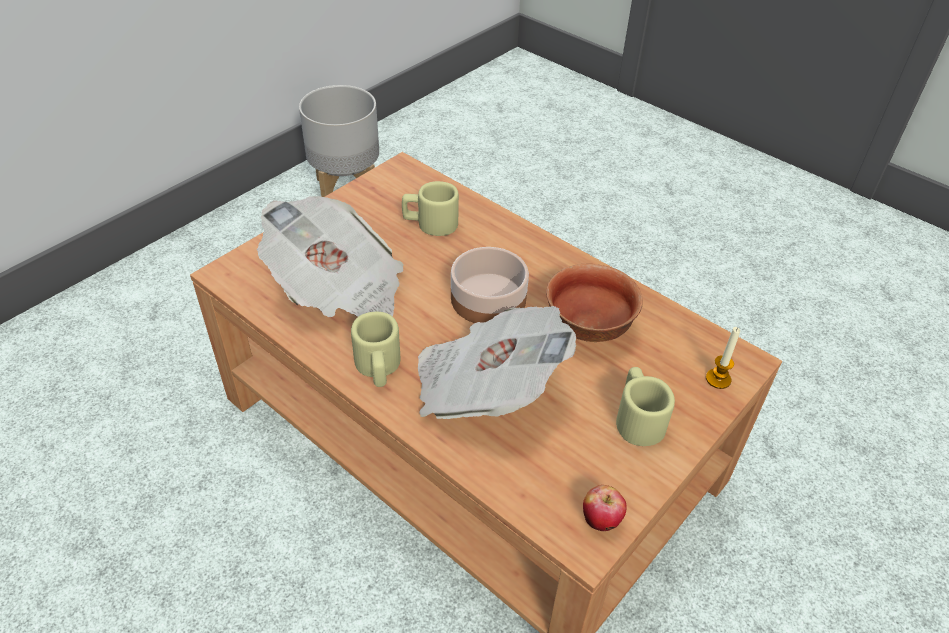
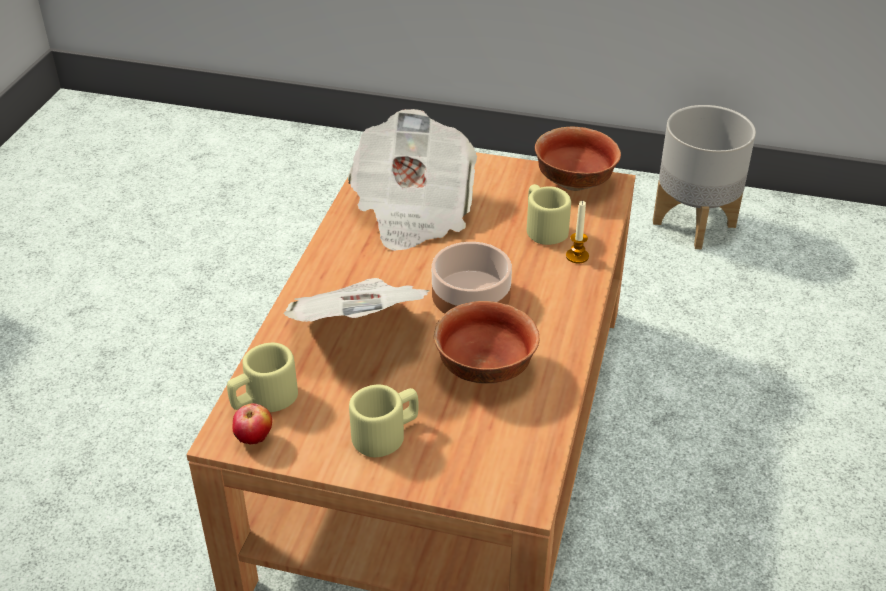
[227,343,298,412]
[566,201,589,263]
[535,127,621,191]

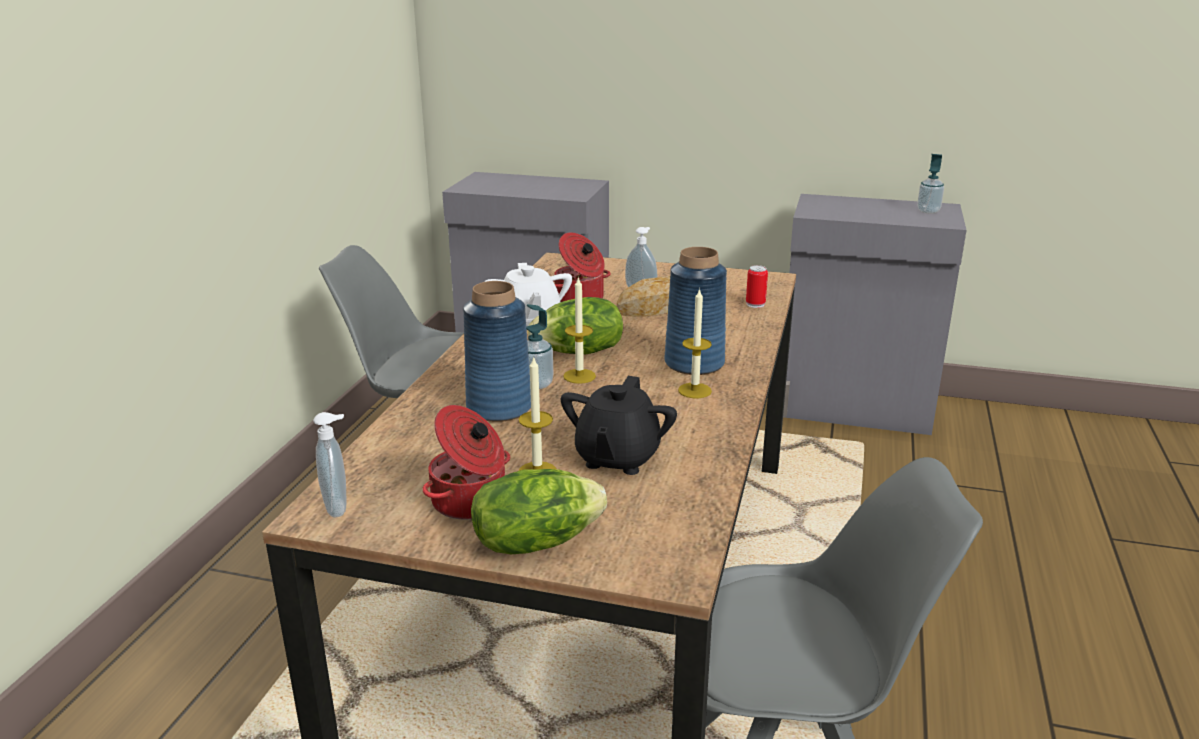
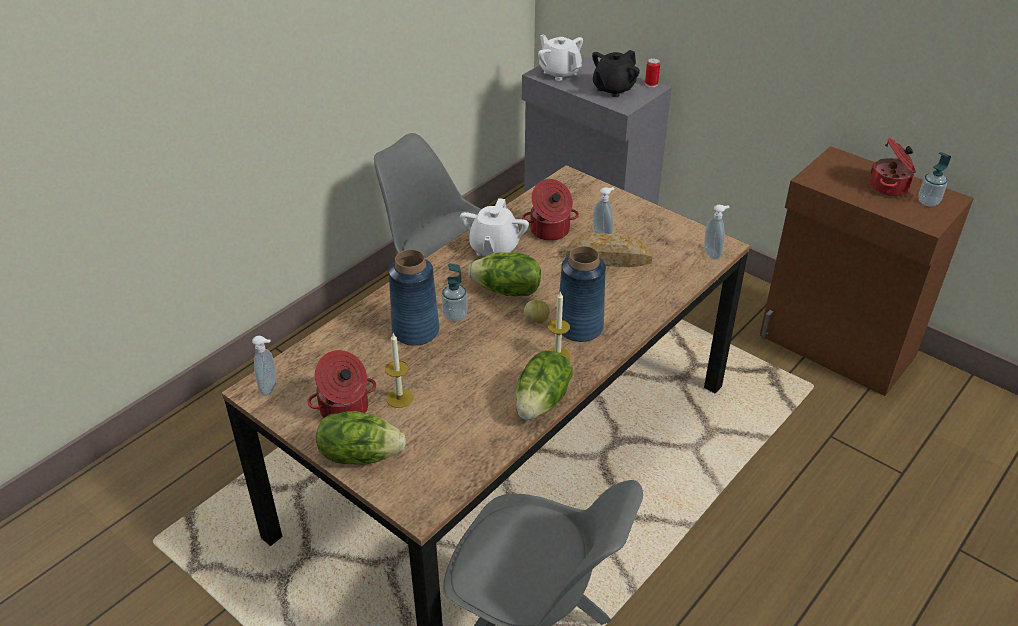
[592,50,640,97]
[563,276,596,384] (first image)
[645,58,660,87]
[760,146,974,396]
[516,351,573,420]
[524,300,549,324]
[538,35,583,81]
[704,205,730,259]
[869,138,916,197]

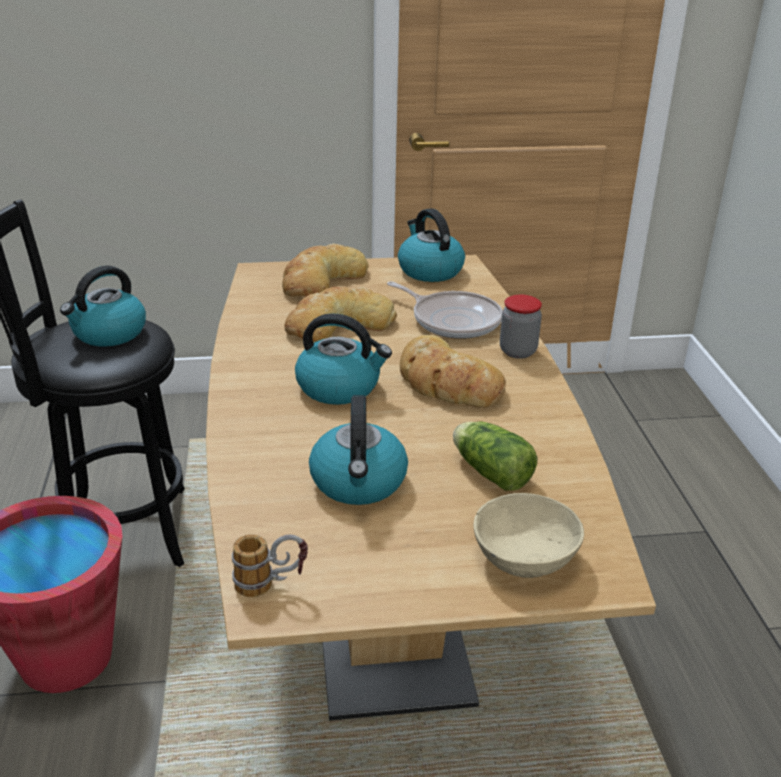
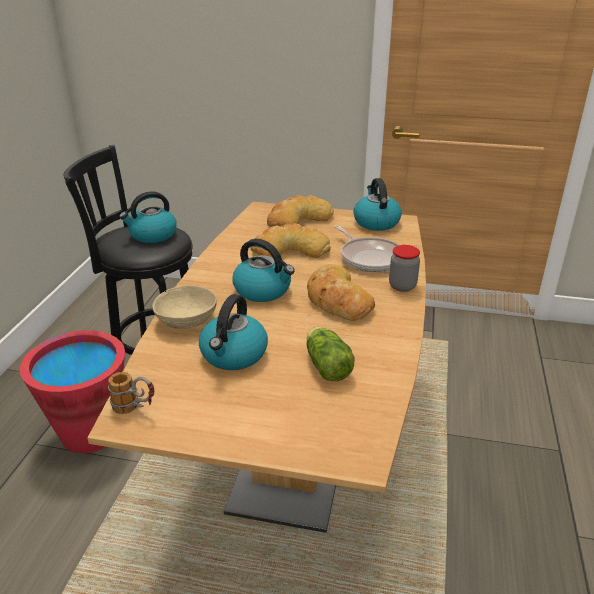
[152,286,217,329]

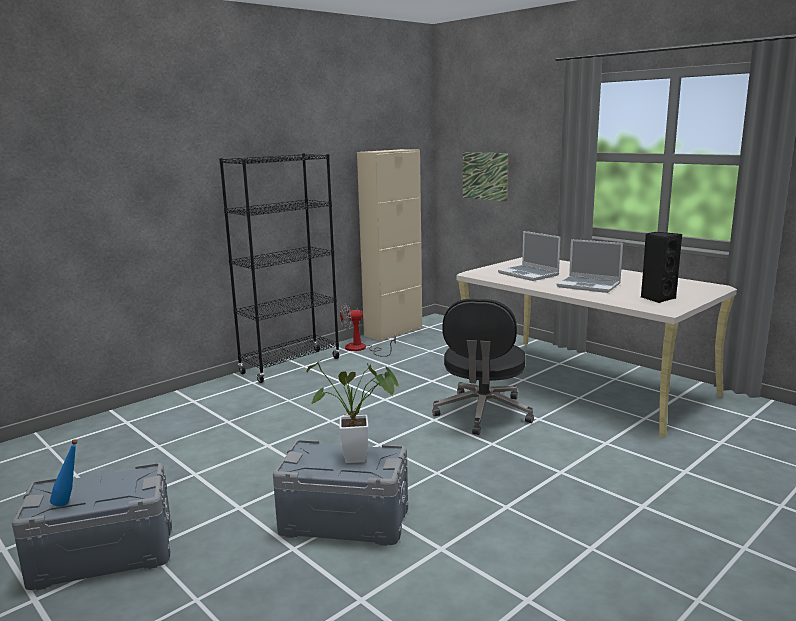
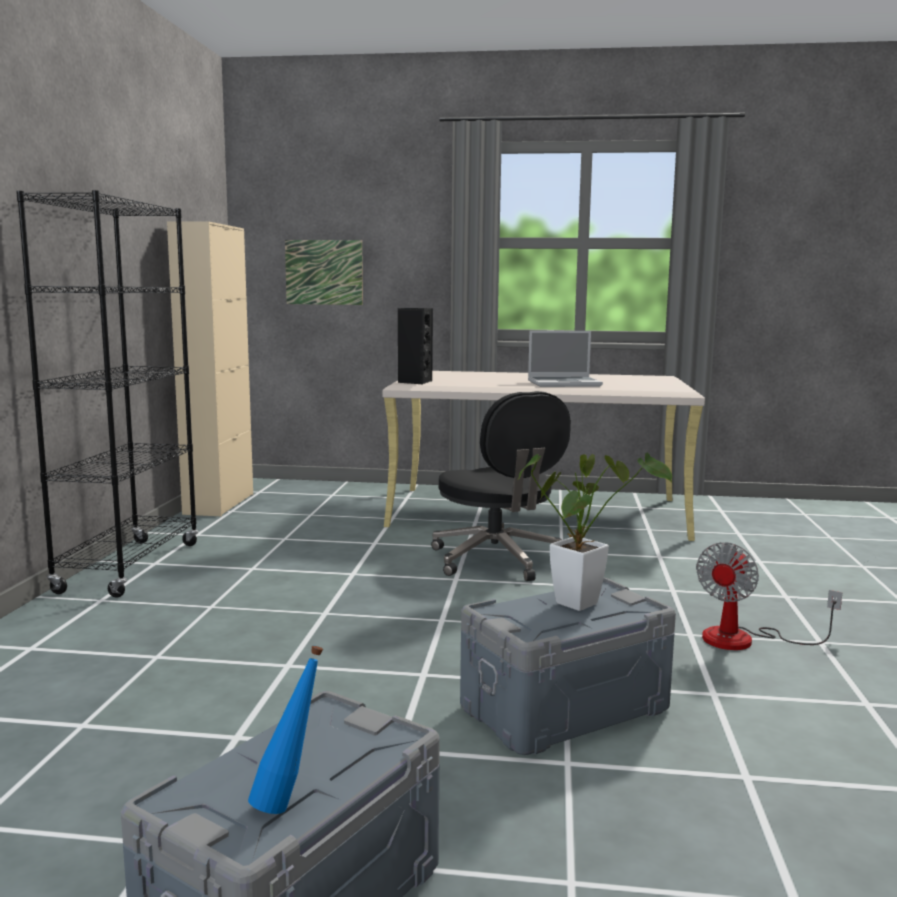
[696,542,842,650]
[498,231,561,281] (first image)
[398,308,433,384]

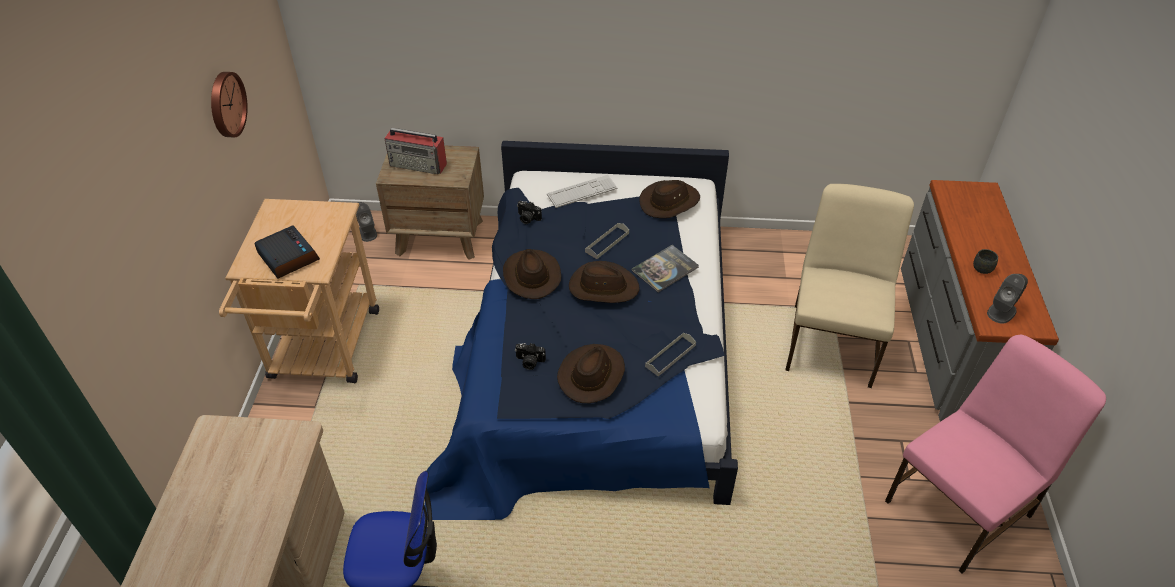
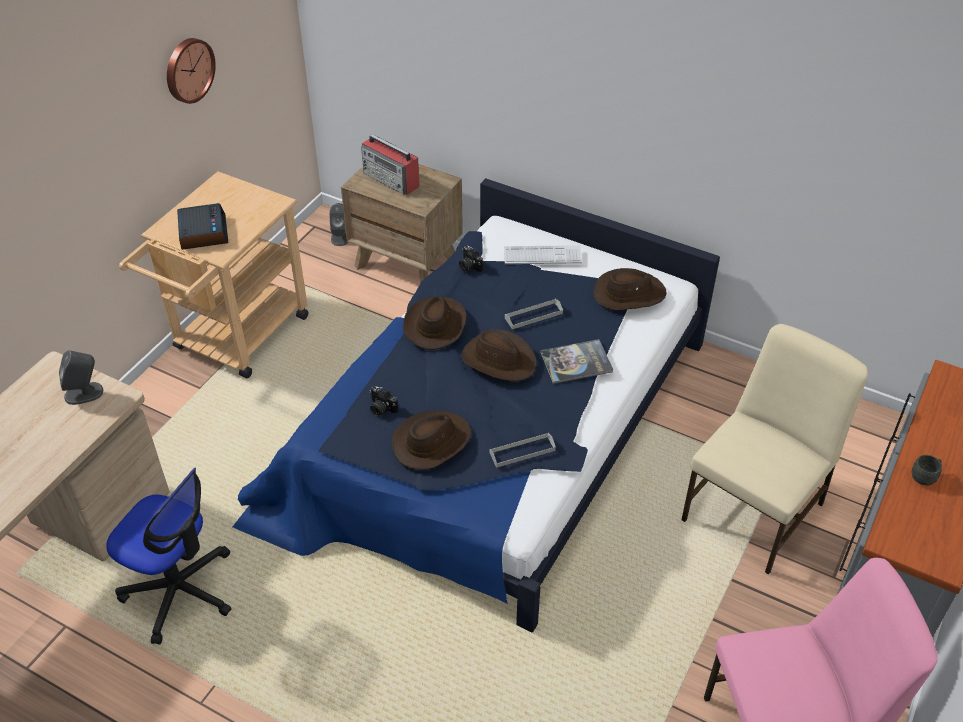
[59,350,103,405]

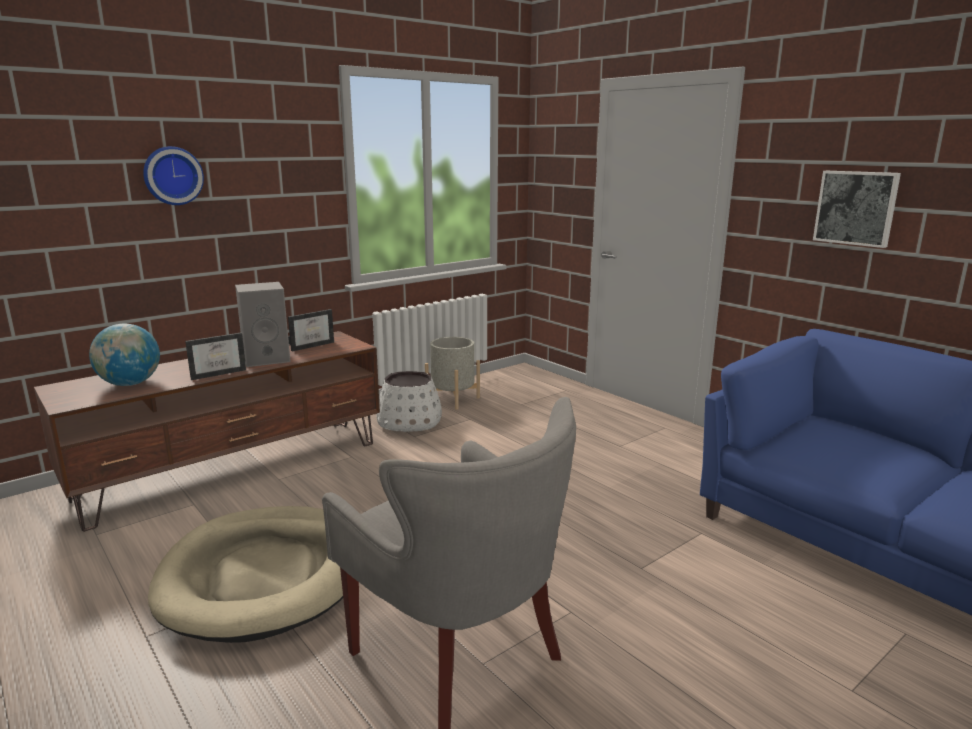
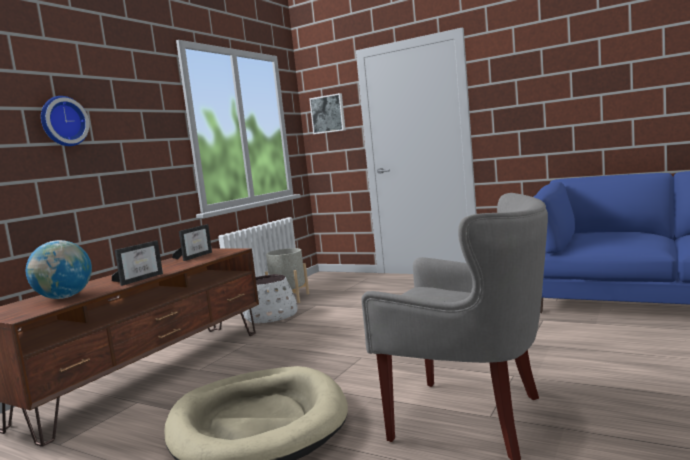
[235,282,291,367] (first image)
[309,93,346,134]

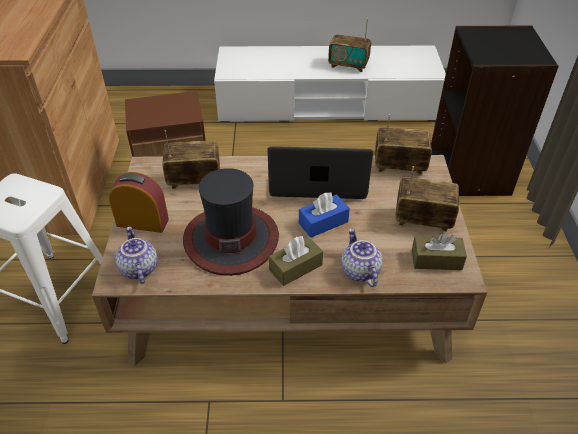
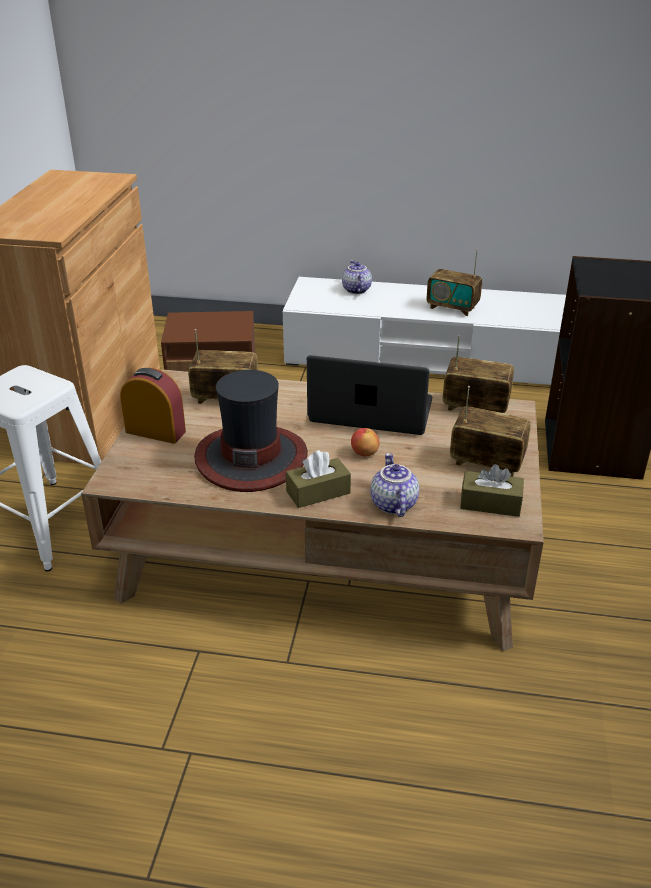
[342,260,372,294]
[351,428,380,456]

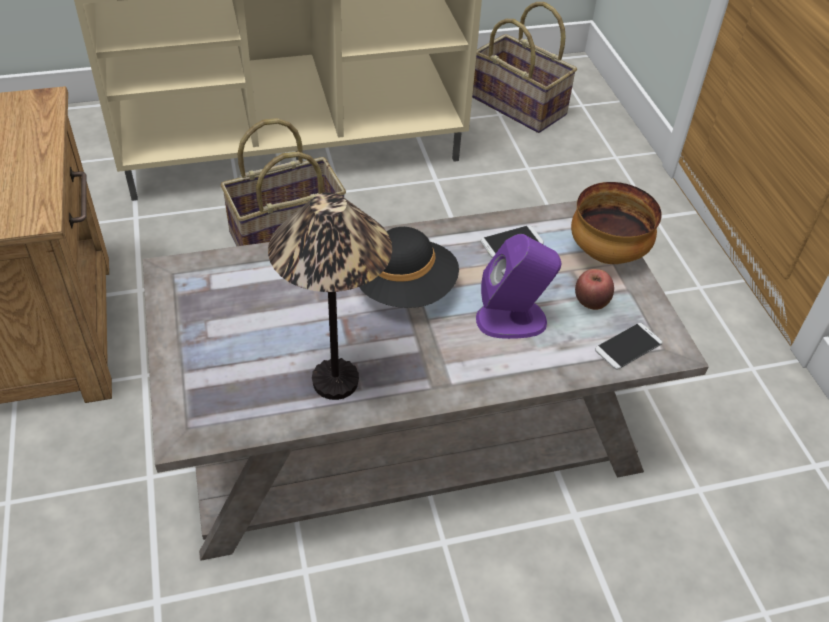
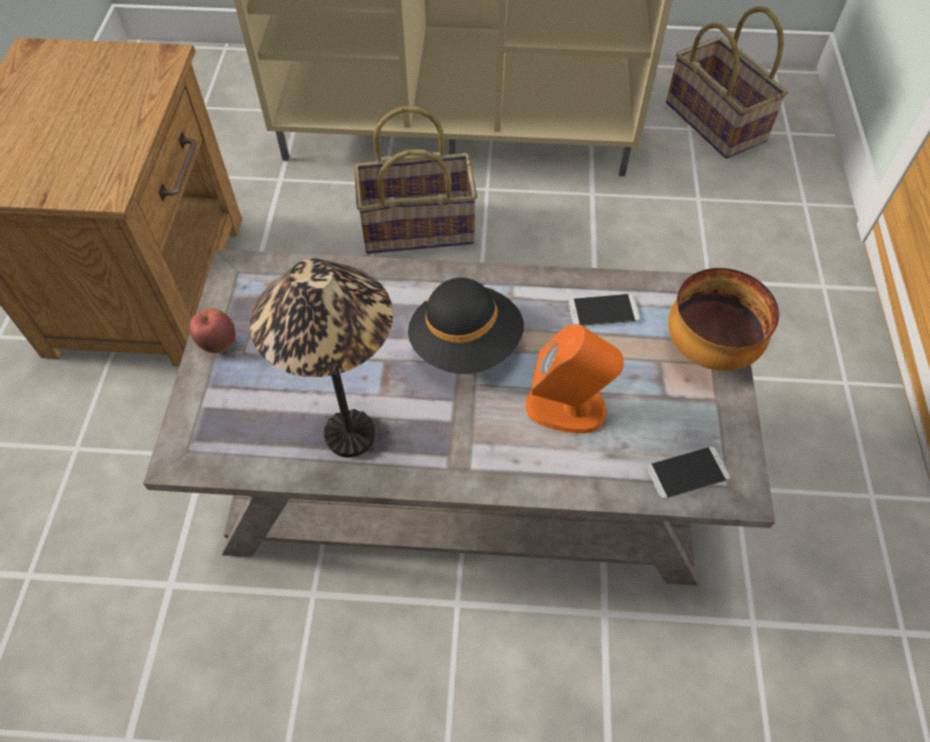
[526,324,624,433]
[190,308,236,353]

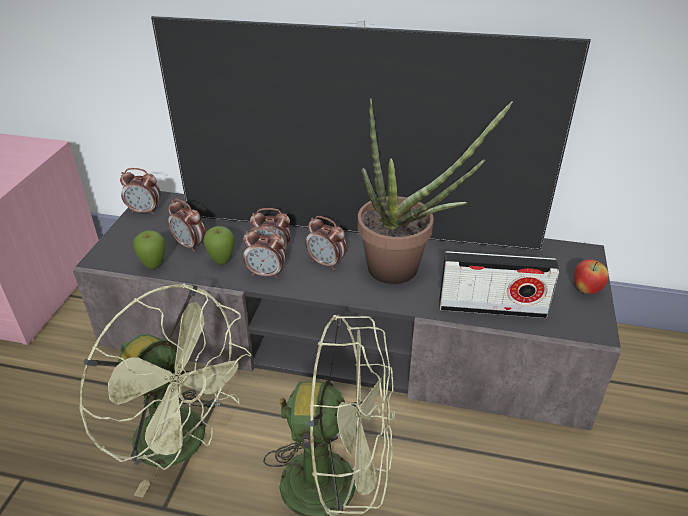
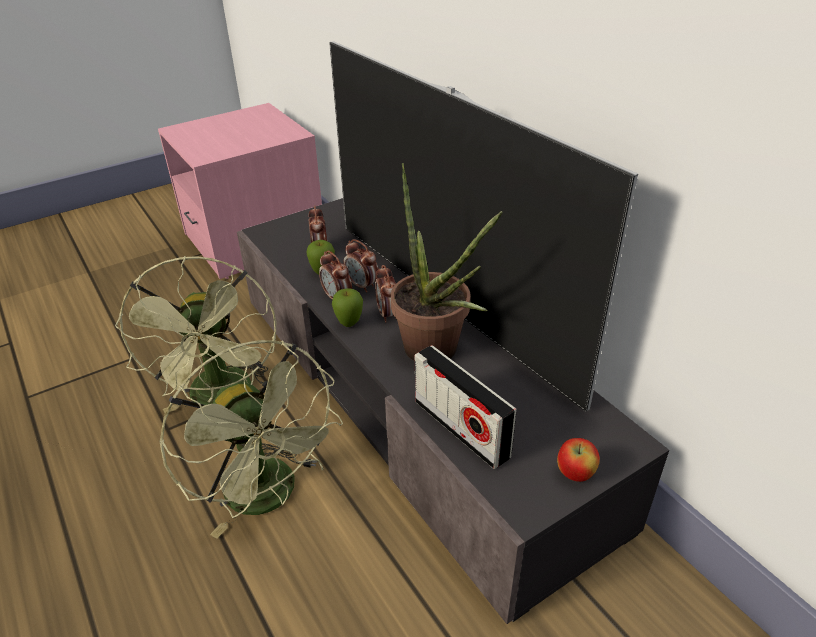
[120,168,160,215] (first image)
[332,288,363,327]

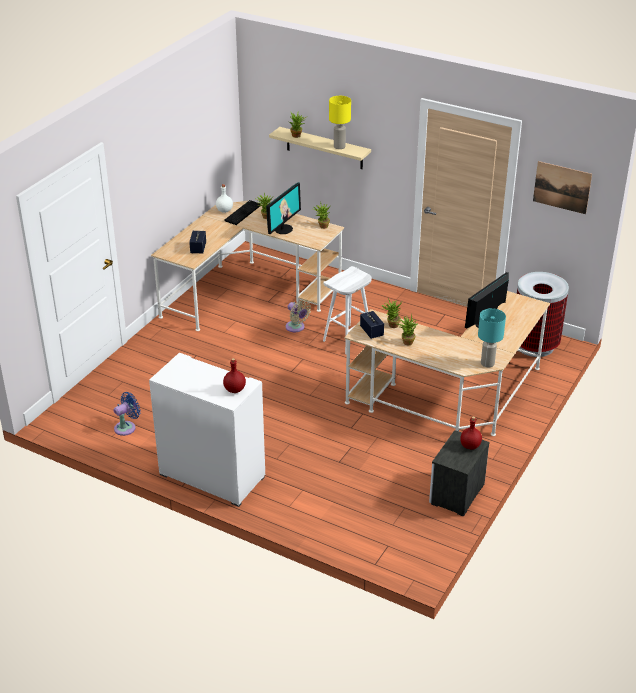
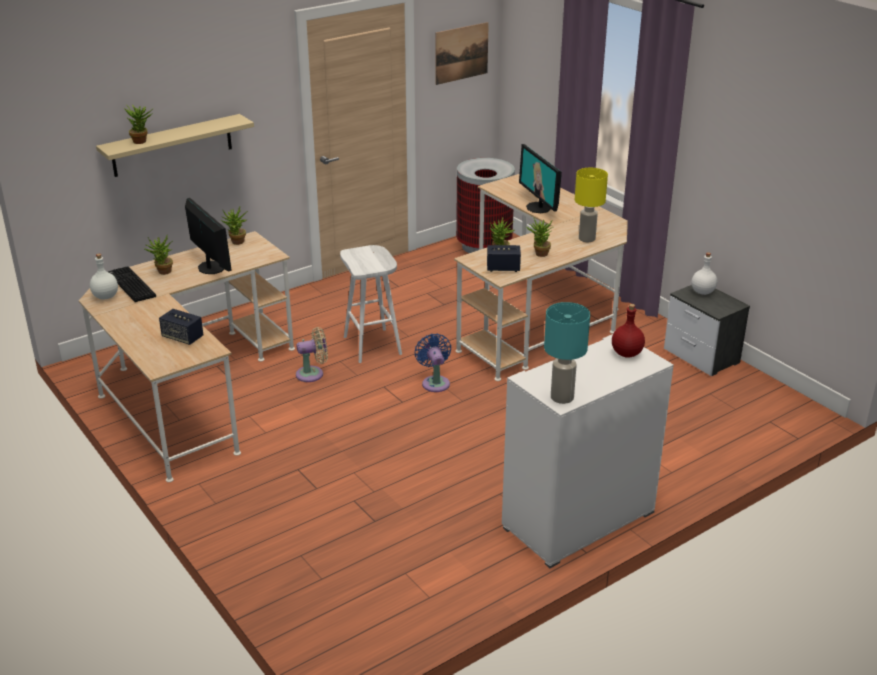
[414,334,451,392]
[575,168,608,242]
[691,252,718,295]
[544,302,590,404]

